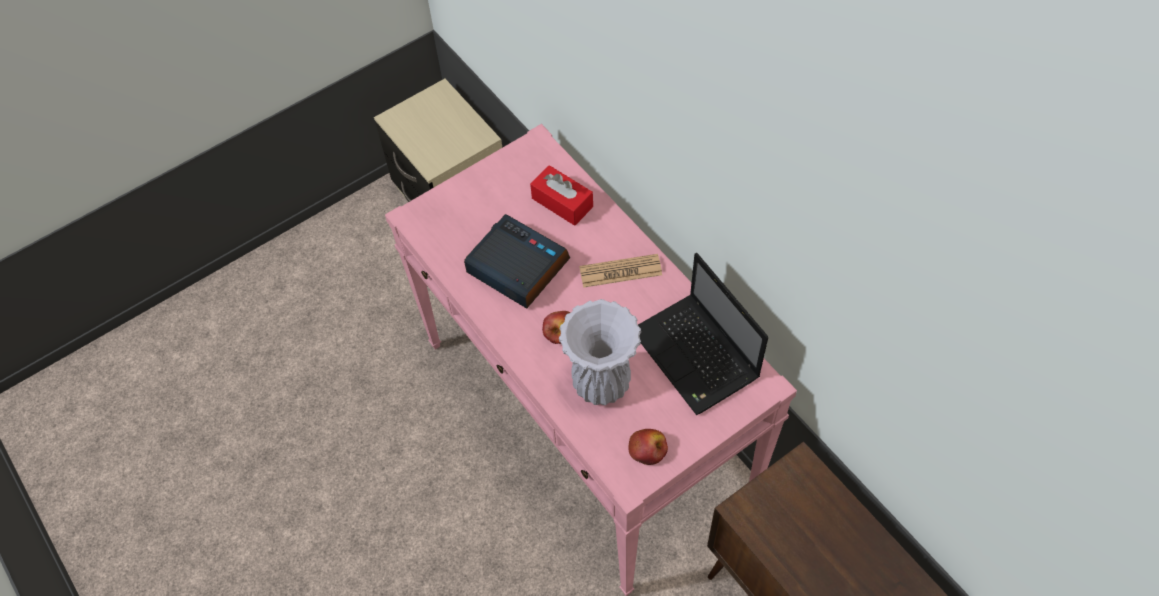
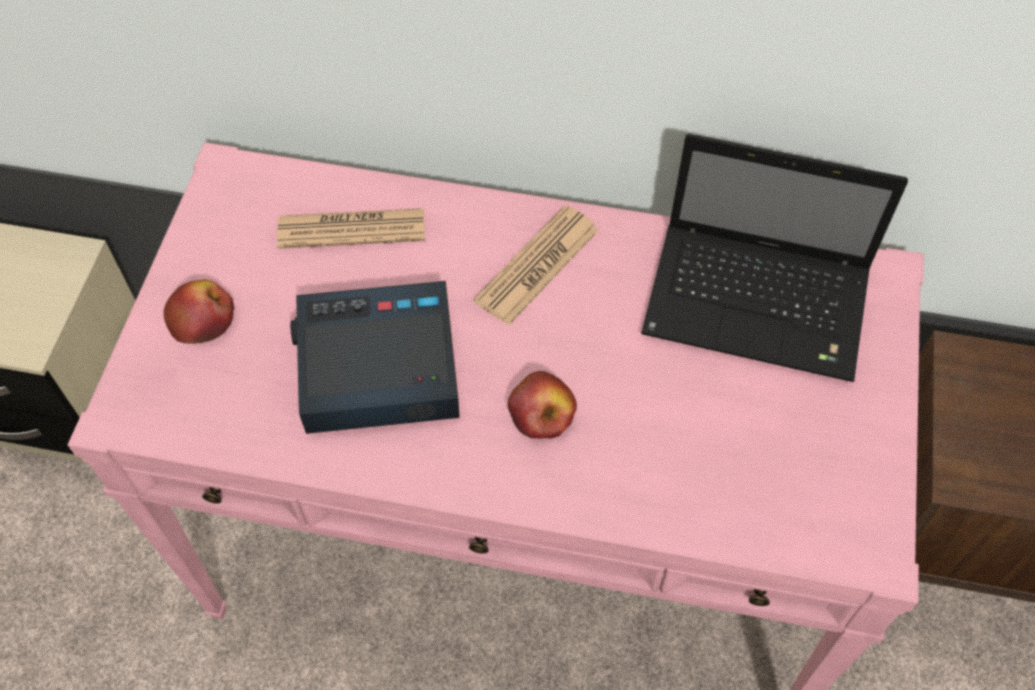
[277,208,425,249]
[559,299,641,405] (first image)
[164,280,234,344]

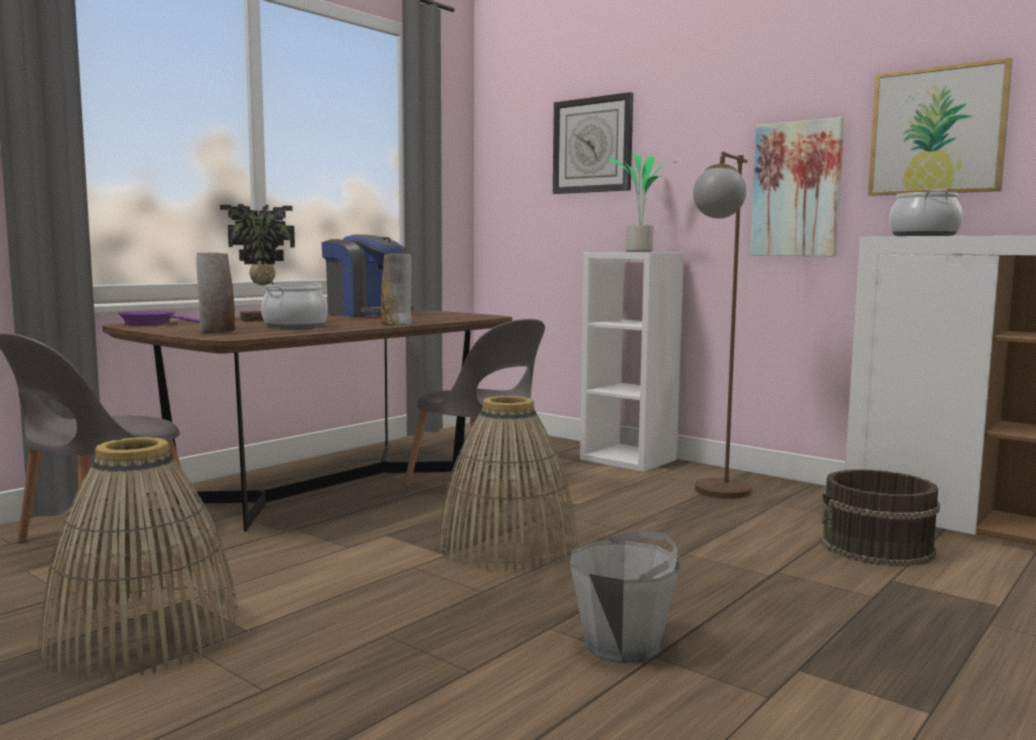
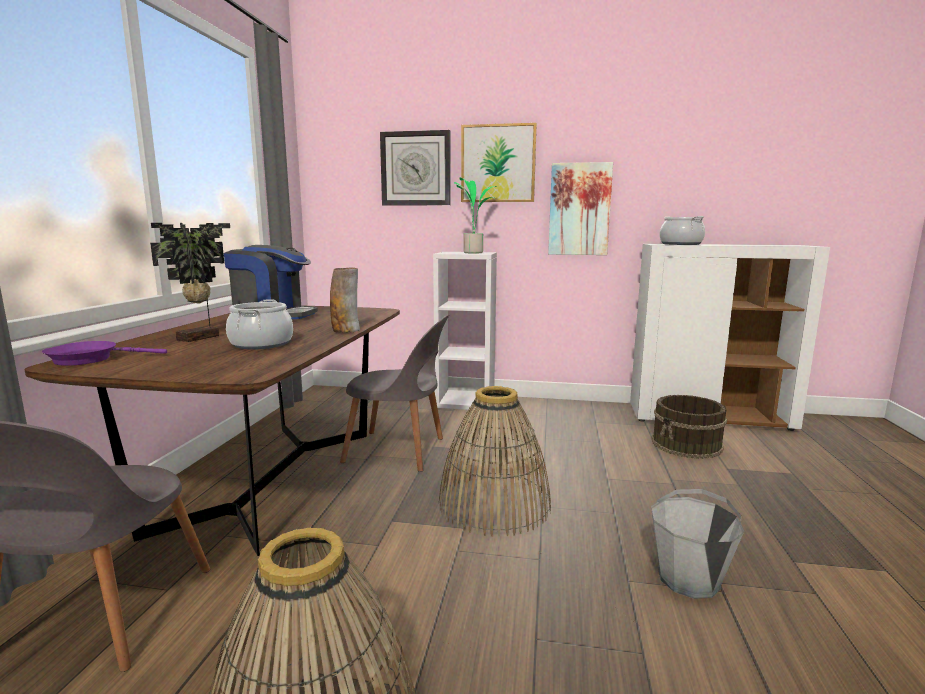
[197,252,235,333] (first image)
[693,152,751,499] (first image)
[461,123,537,202]

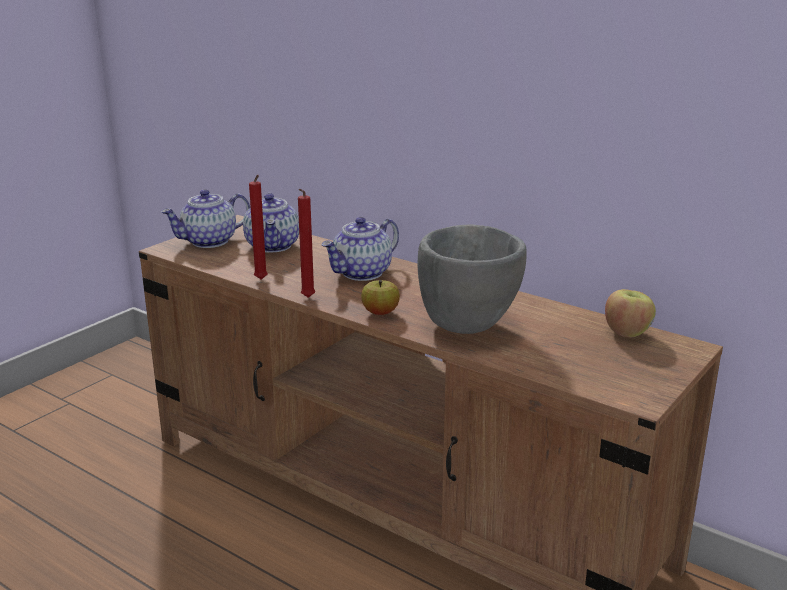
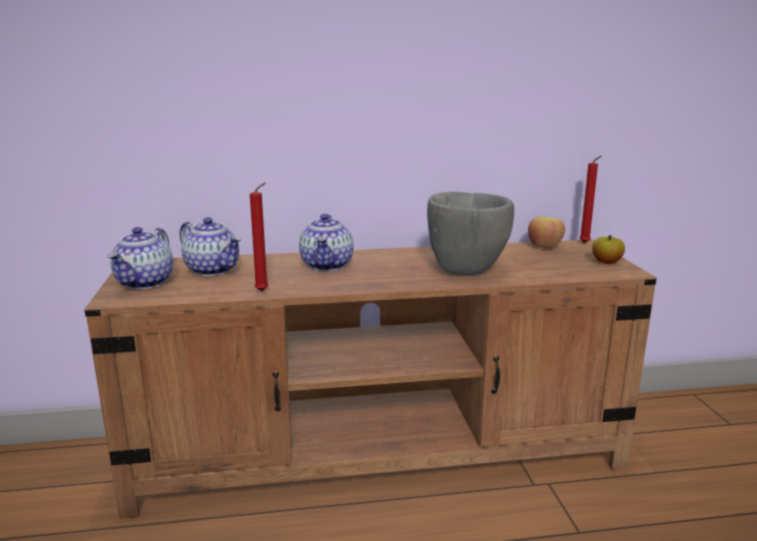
[579,156,601,243]
[592,235,625,264]

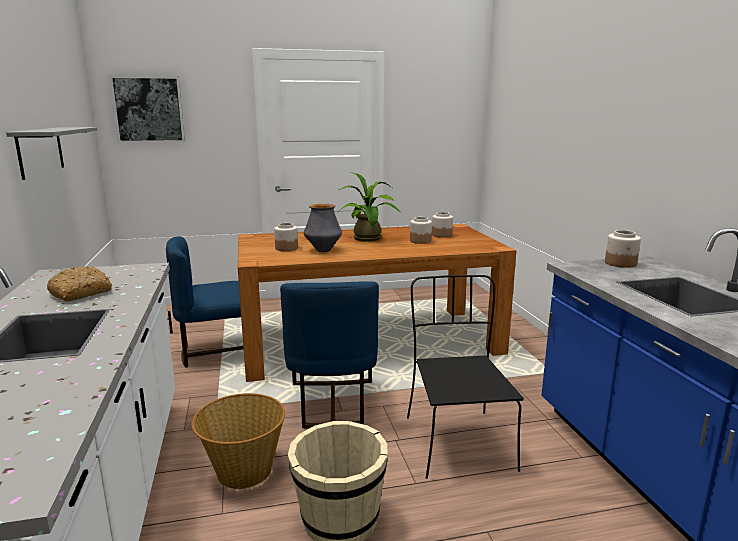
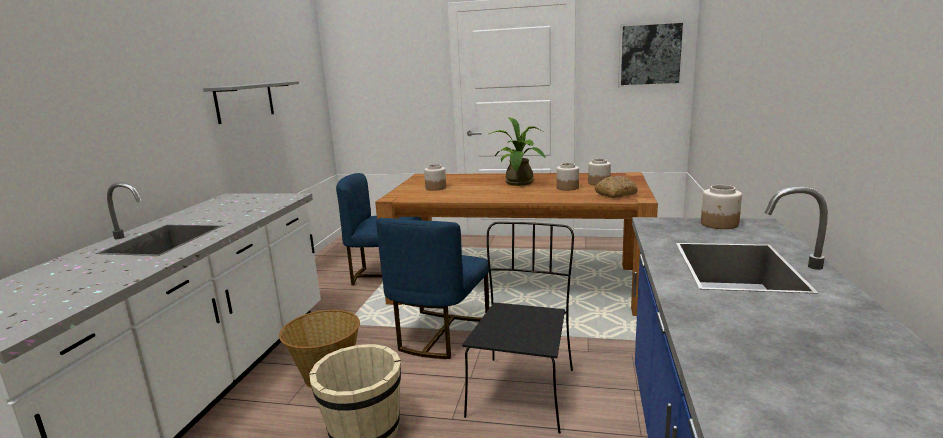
[595,176,638,198]
[618,20,686,87]
[304,204,342,252] (first image)

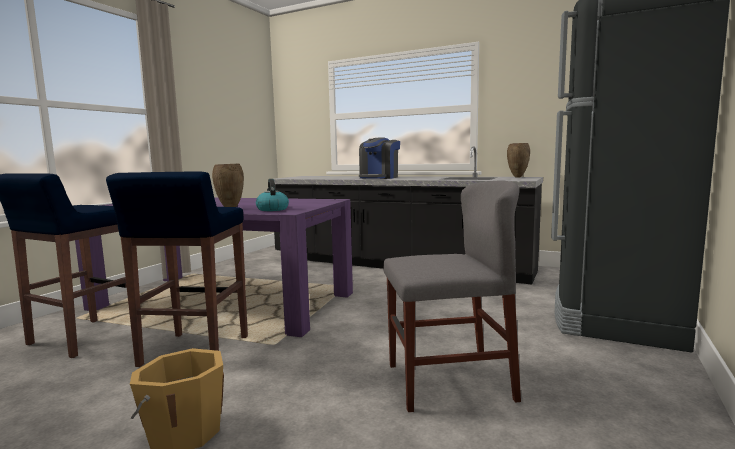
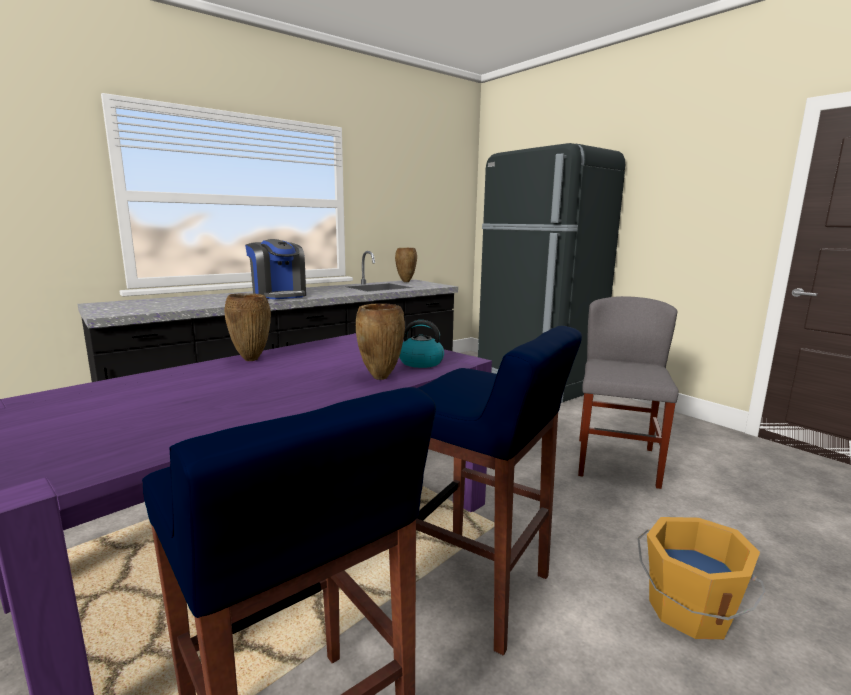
[225,293,271,361]

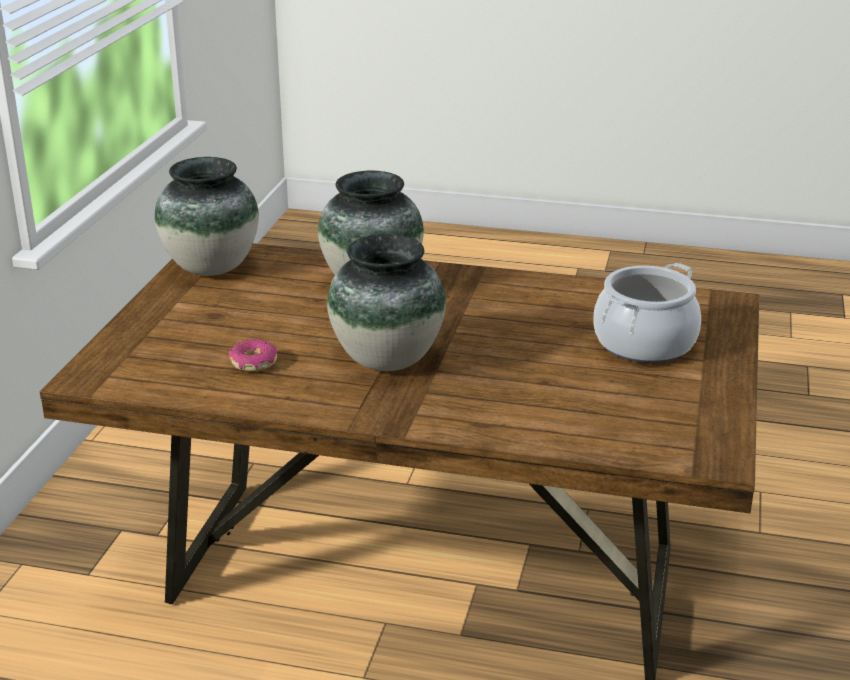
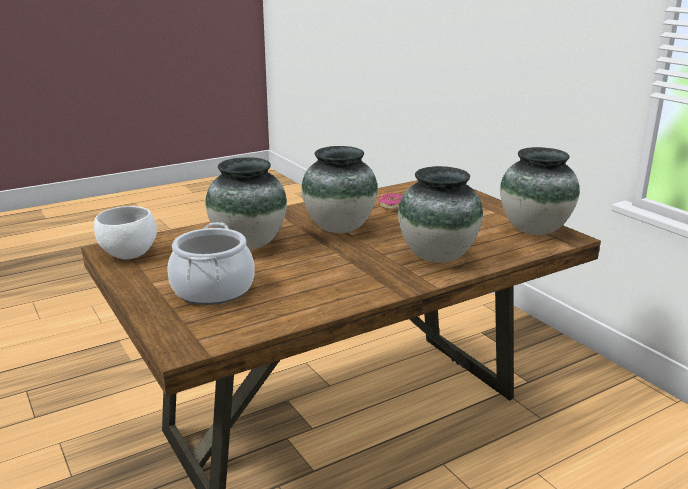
[94,206,157,259]
[206,157,287,250]

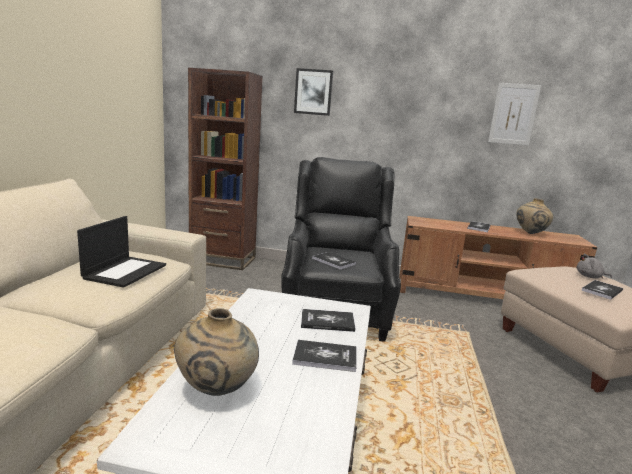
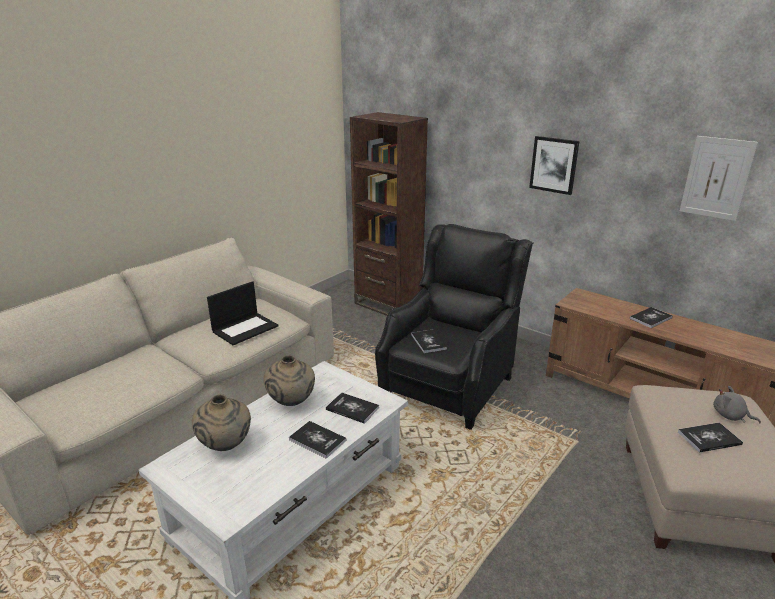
[529,136,580,195]
[263,355,315,406]

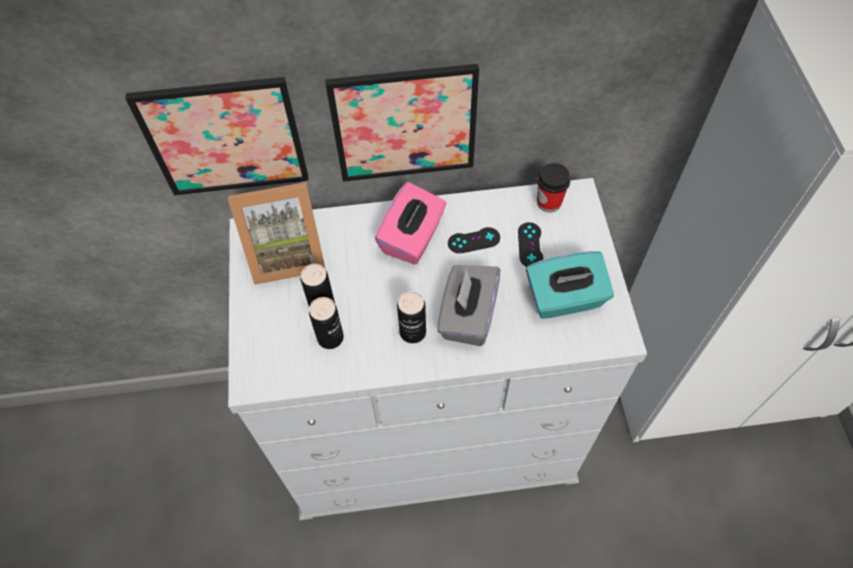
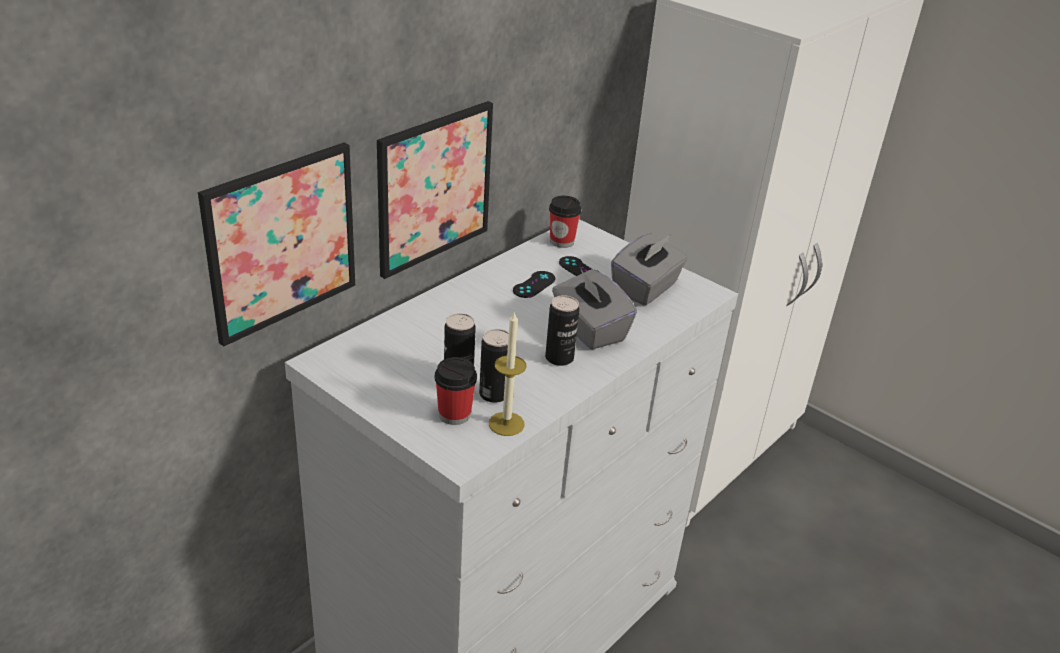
[228,182,326,285] (first image)
[375,182,447,265] (first image)
[611,233,688,306]
[435,357,477,425]
[489,312,527,436]

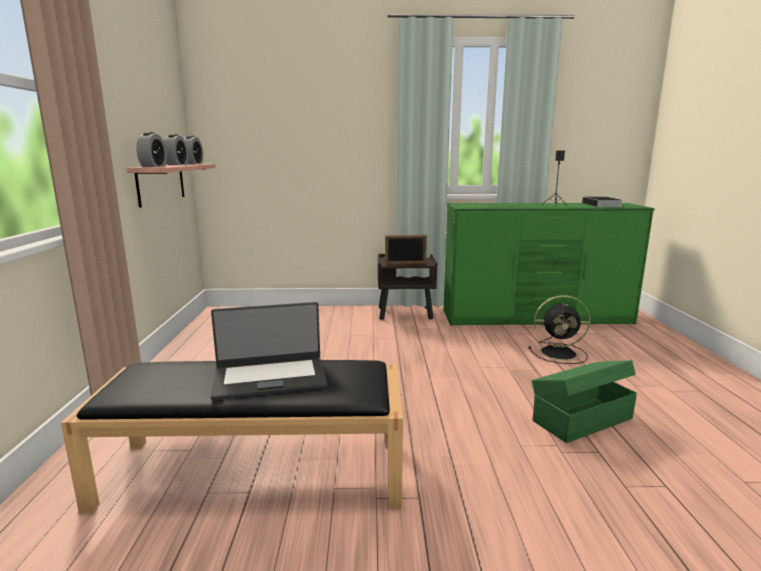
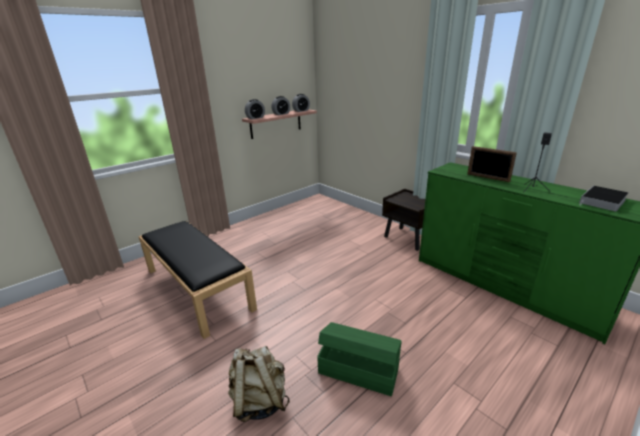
[211,302,328,400] (first image)
[467,146,517,182]
[528,295,591,364] (first image)
[228,346,290,422]

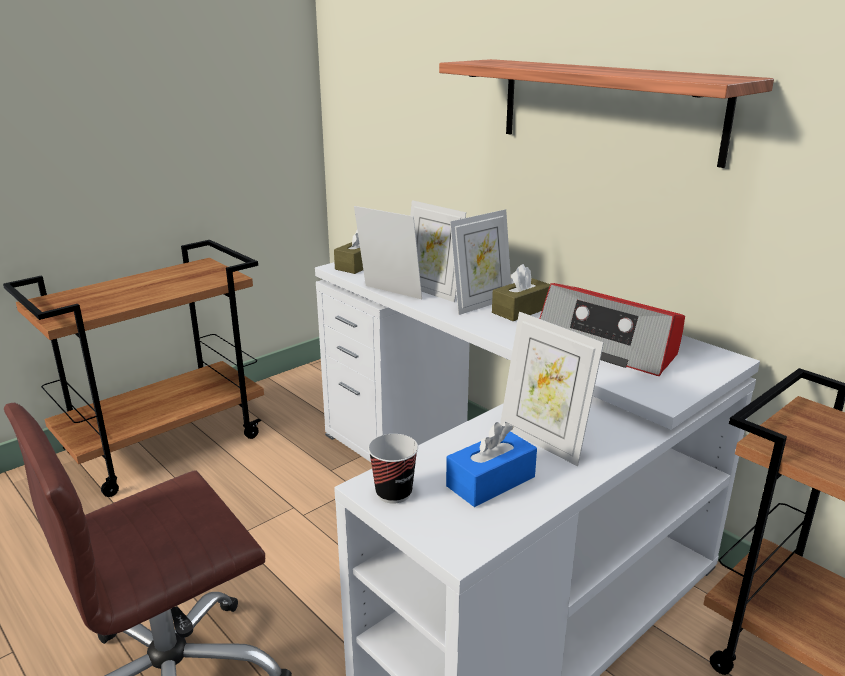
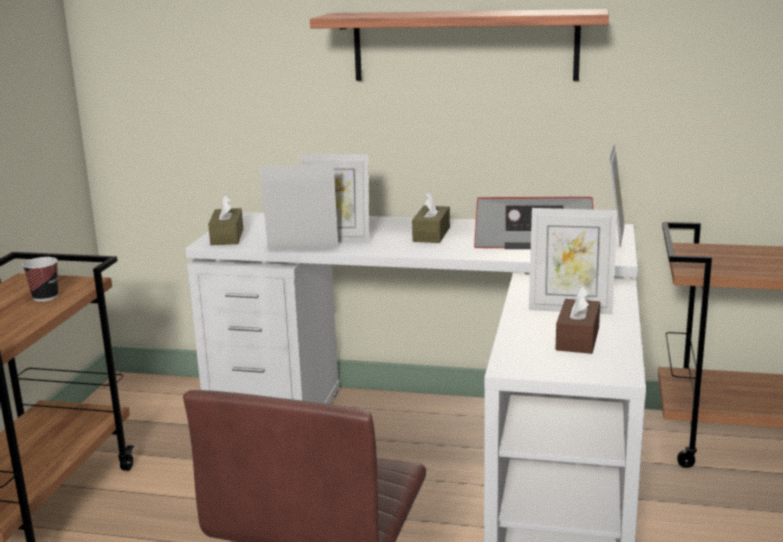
[22,257,58,302]
[555,285,600,354]
[609,143,624,247]

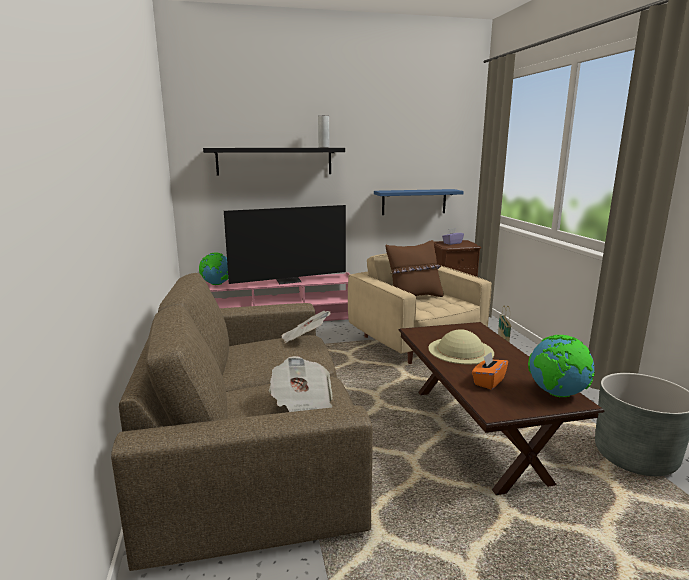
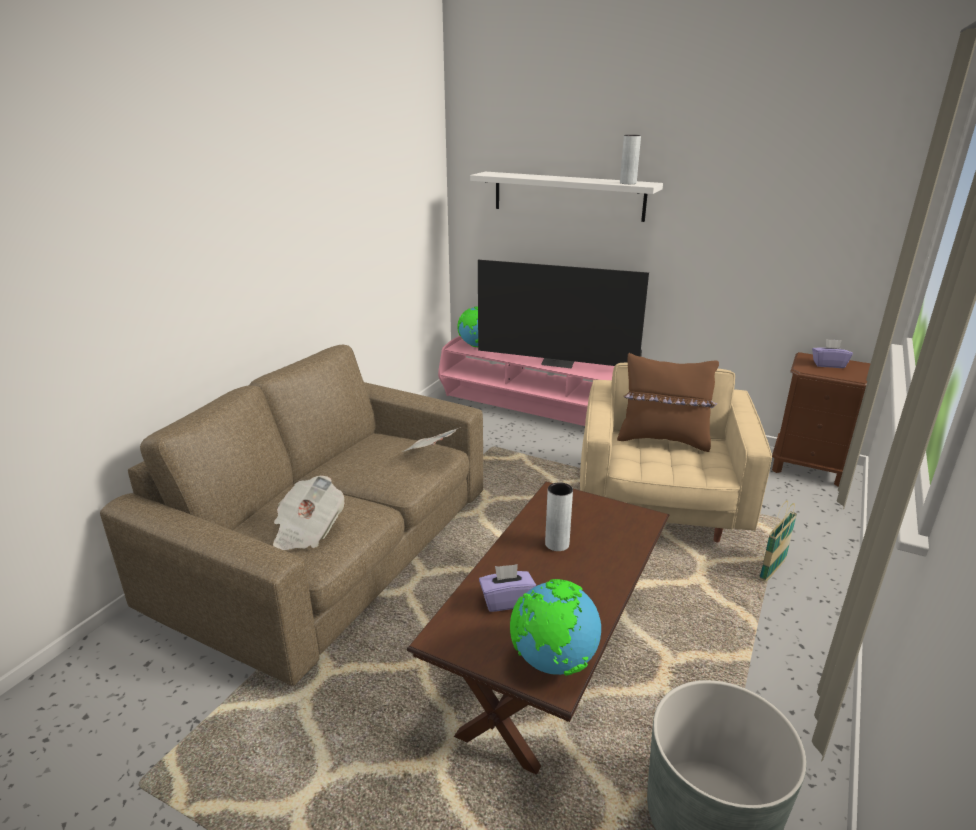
[470,172,663,222]
[374,189,464,215] (first image)
[545,482,573,551]
[479,564,536,612]

